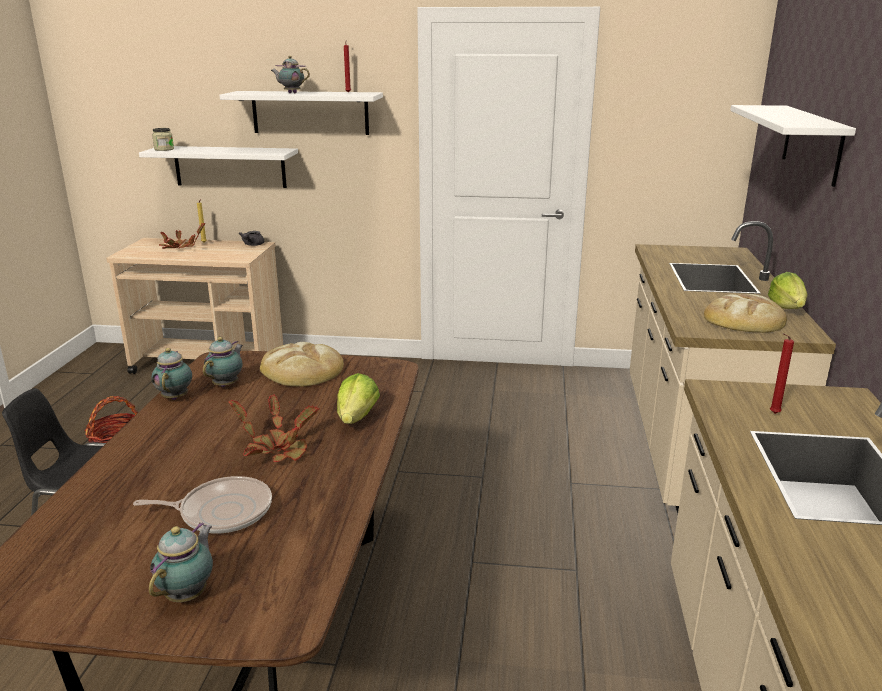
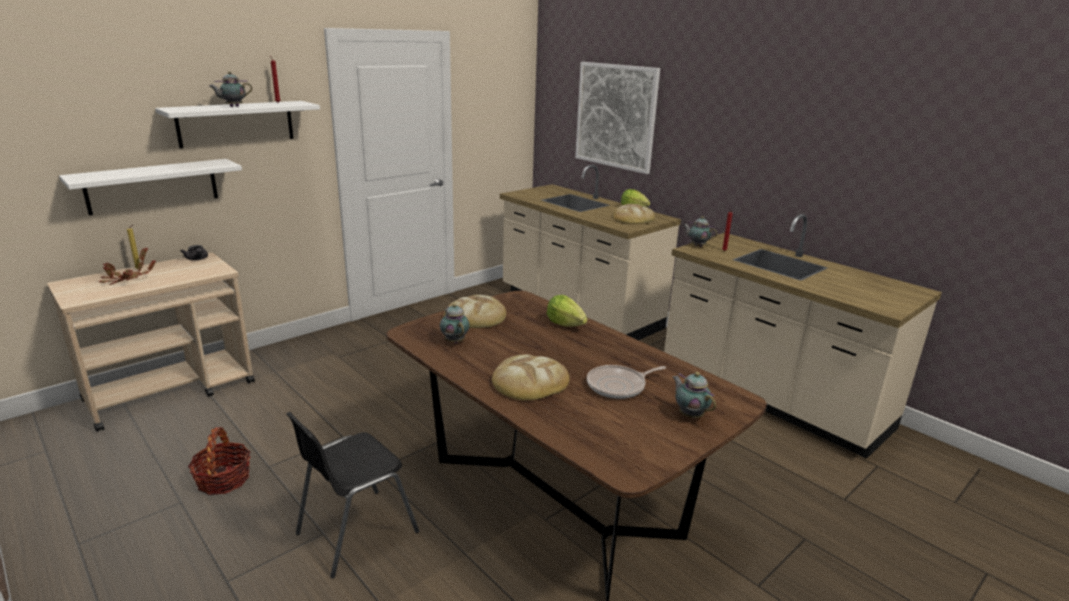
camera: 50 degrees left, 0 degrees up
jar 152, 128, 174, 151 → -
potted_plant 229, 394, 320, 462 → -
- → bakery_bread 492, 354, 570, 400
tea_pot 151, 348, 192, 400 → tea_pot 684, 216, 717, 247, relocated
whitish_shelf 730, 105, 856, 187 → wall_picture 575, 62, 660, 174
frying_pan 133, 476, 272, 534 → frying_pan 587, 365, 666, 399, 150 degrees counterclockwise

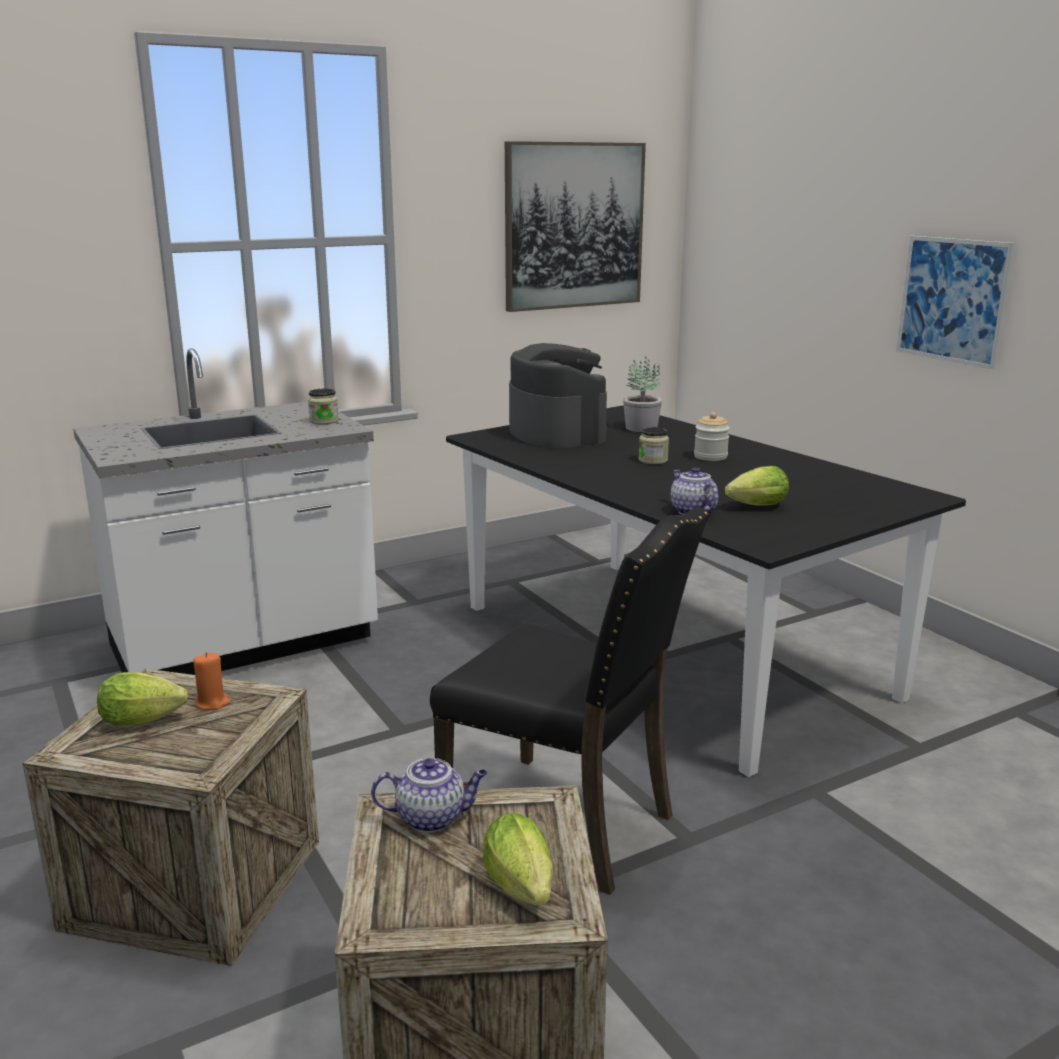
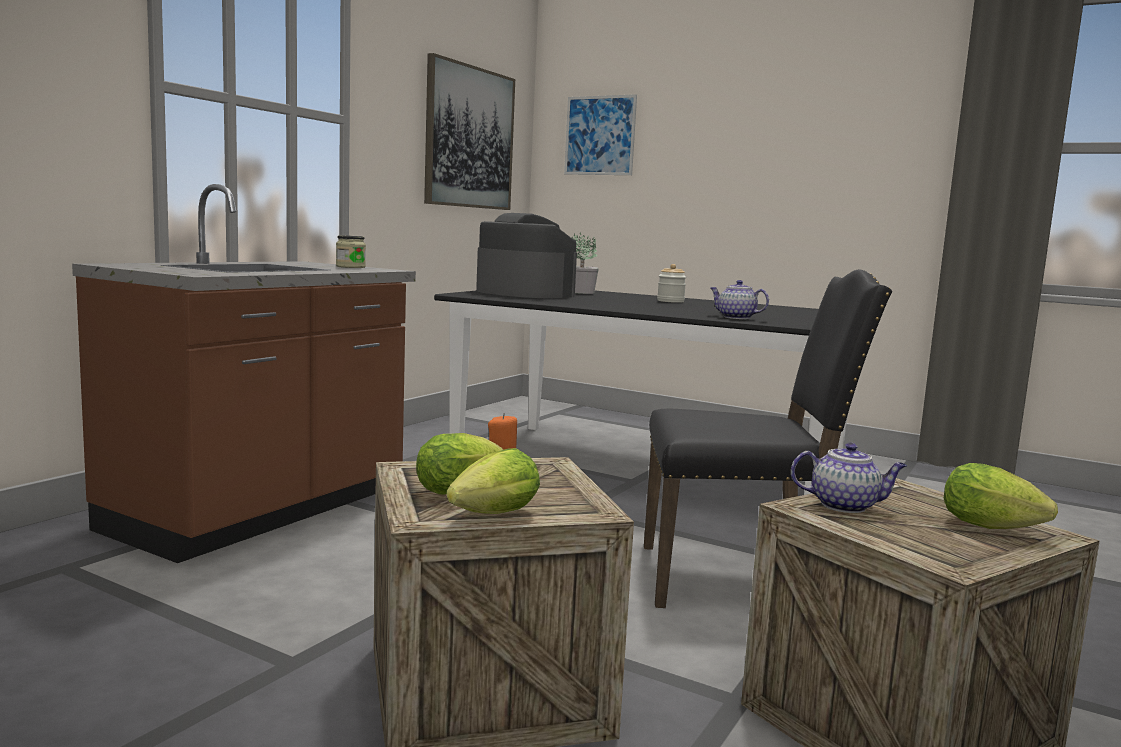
camera: 30 degrees left, 10 degrees down
jar 639, 427, 669, 464 → -
head_of_lettuce 725, 466, 789, 506 → head_of_lettuce 447, 448, 540, 514, relocated
wall_picture 896, 236, 1015, 369 → wall_picture 564, 94, 637, 175, relocated
whitish_counter 73, 348, 378, 675 → brown_counter 72, 184, 416, 563
tea_pot 371, 758, 487, 832 → tea_pot 791, 443, 907, 513, 45 degrees clockwise

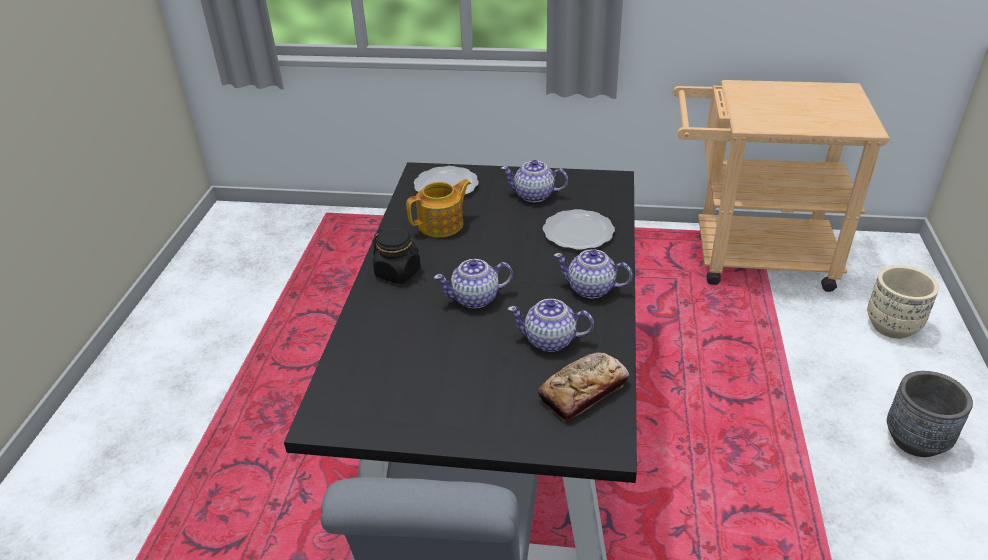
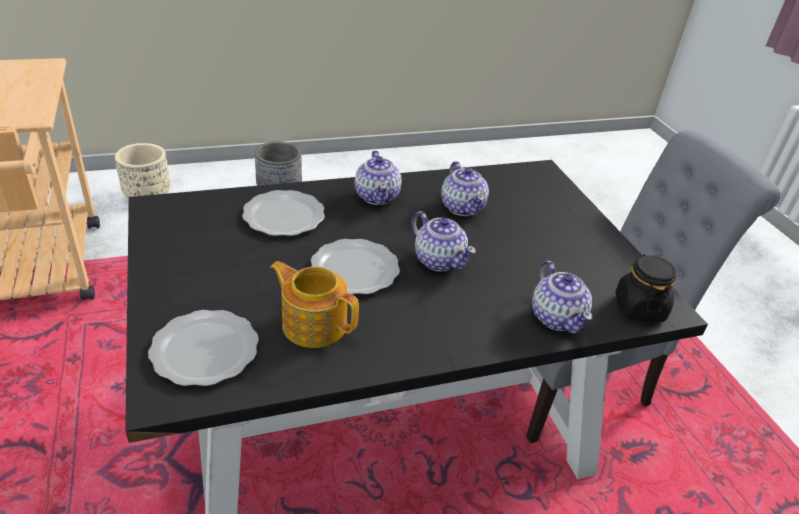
camera: 120 degrees left, 0 degrees up
bakery_bread 538, 352, 629, 422 → -
- → plate 311, 239, 400, 295
black-coloured_jar 373, 227, 421, 284 → black-coloured_jar 615, 254, 676, 322, relocated
tea_pot 501, 160, 568, 202 → tea_pot 532, 261, 592, 334, relocated

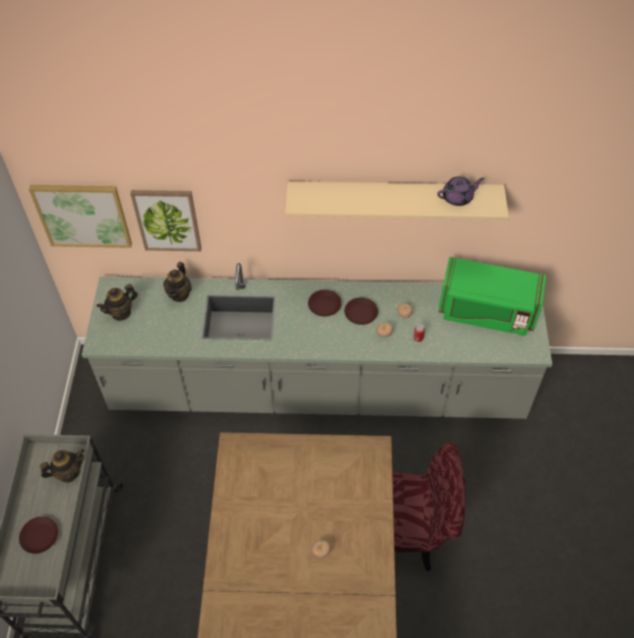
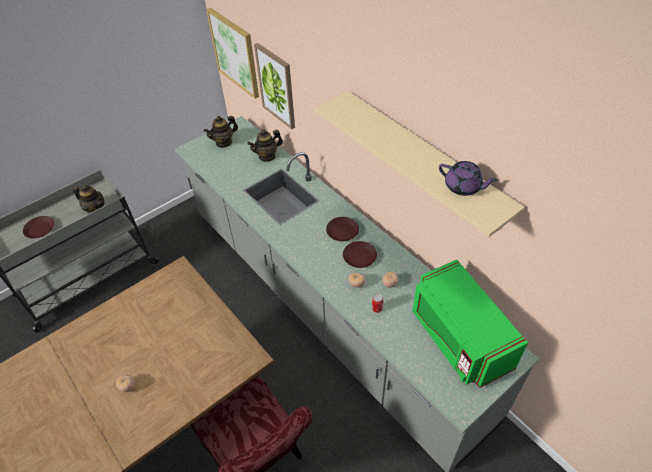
camera: 50 degrees right, 5 degrees down
tea_pot 97, 284, 138, 321 → tea_pot 204, 116, 238, 148, 45 degrees counterclockwise

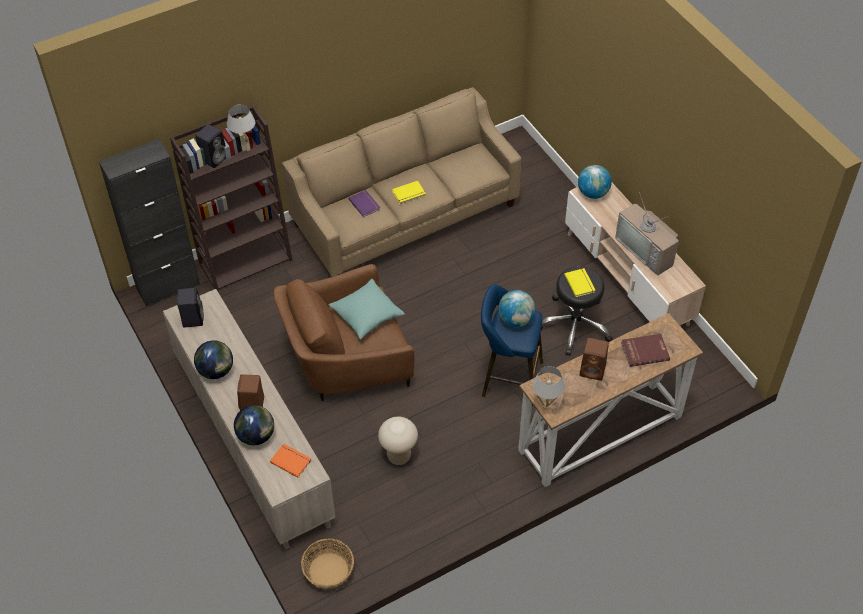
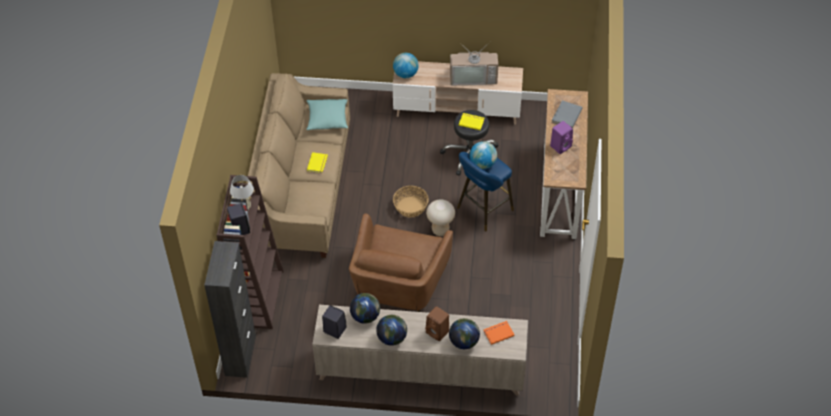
camera: 55 degrees left, 0 degrees up
purple-coloured_volume 349, 190, 380, 217 → -
whitish_lamp_for_a_table 532, 366, 565, 409 → -
- → desk_globe 350, 293, 380, 324
basket 301, 539, 354, 589 → basket 393, 186, 429, 218, relocated
blue-green_cushion 329, 279, 405, 339 → blue-green_cushion 306, 99, 348, 130, relocated
beige_sitting_stool 378, 417, 418, 465 → beige_sitting_stool 426, 199, 455, 236, relocated
brown_loudspeaker 579, 338, 609, 381 → purple-coloured_loudspeaker 550, 121, 573, 154
red-coloured_volume 621, 334, 670, 367 → grey_volume 552, 100, 583, 128

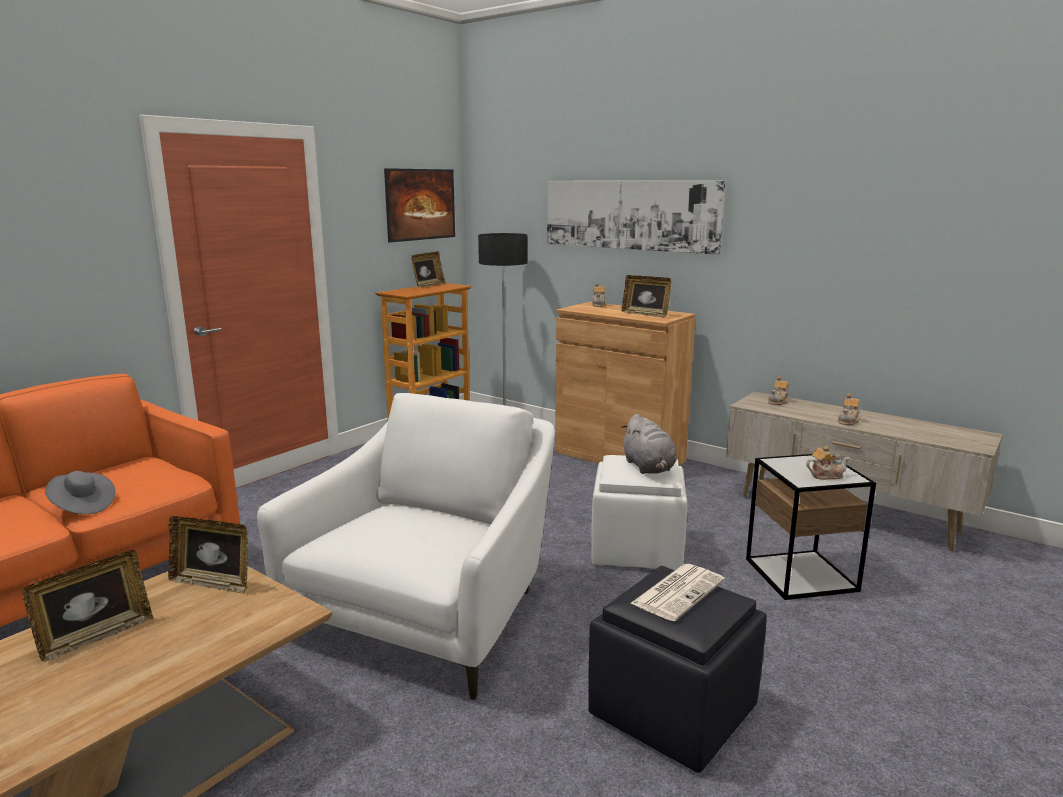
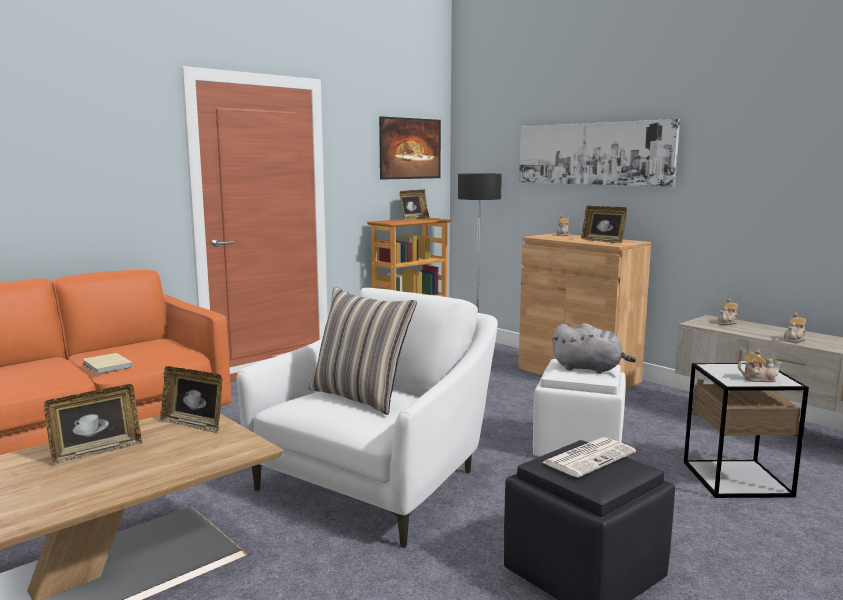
camera: 10 degrees right, 5 degrees down
- → cushion 308, 287, 417, 415
grey_clothing_hat 45, 471, 115, 514 → beige_volume 82, 353, 133, 374
grey_plush_toy 621, 414, 677, 474 → grey_plush_toy 552, 323, 636, 374, 60 degrees counterclockwise

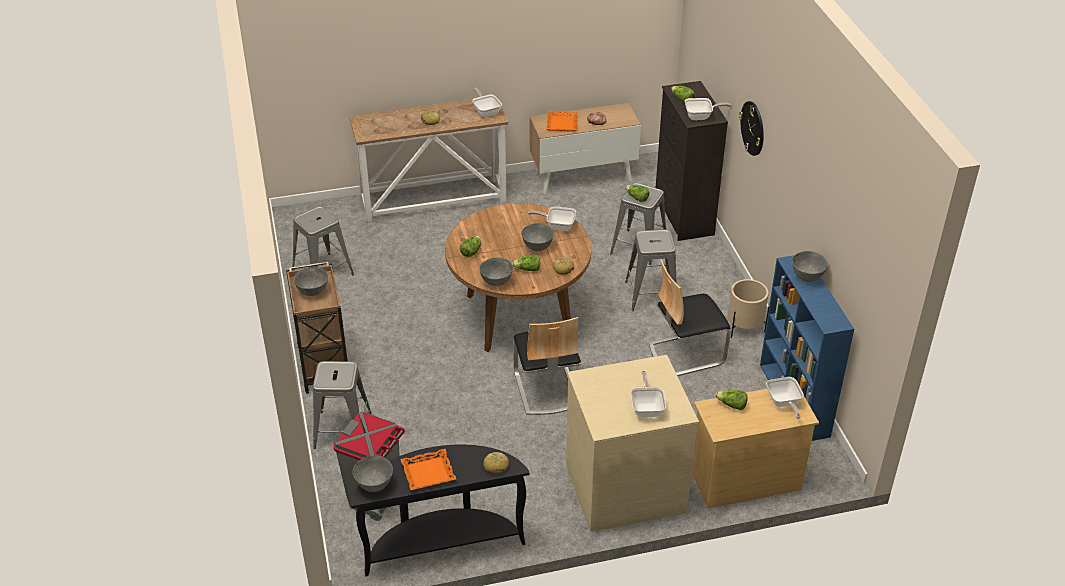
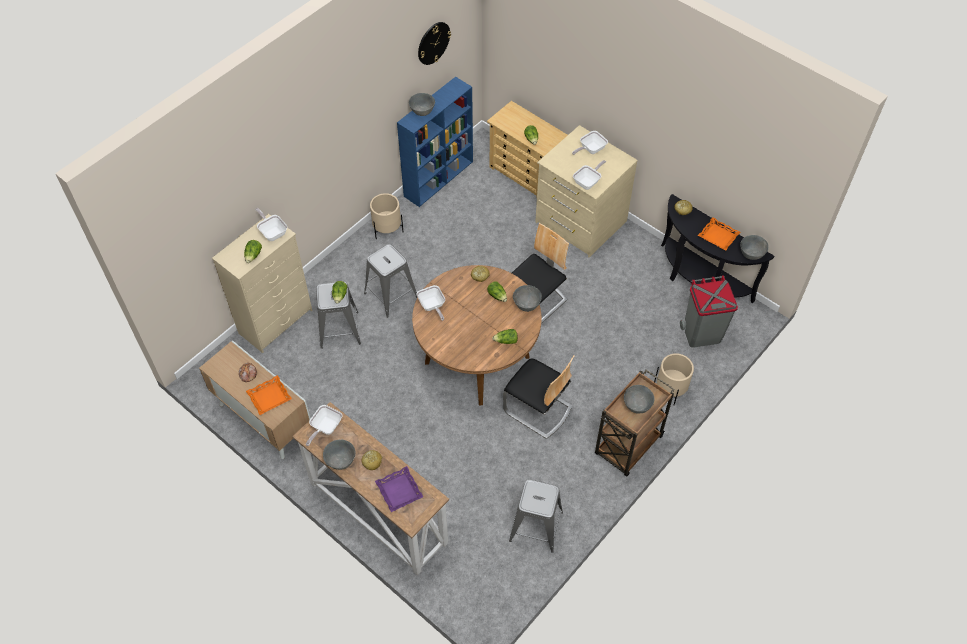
camera: 125 degrees left, 15 degrees up
- → purple-coloured_serving_tray 375, 466, 423, 512
grey_serving_bowl 521, 223, 554, 251 → grey_serving_bowl 323, 440, 356, 470, relocated
upright_chair 649, 259, 731, 376 → upright_chair 503, 355, 575, 439, relocated
hanging_clock 739, 101, 764, 156 → hanging_clock 418, 22, 451, 65, relocated
frying_pan 766, 377, 804, 419 → frying_pan 573, 160, 606, 190, relocated
grey_sitting_stool 313, 361, 372, 449 → beige_flower_pot 654, 353, 694, 405
black-coloured_chest_of_drawers 656, 81, 728, 241 → beige_chest_of_drawers 212, 214, 313, 353

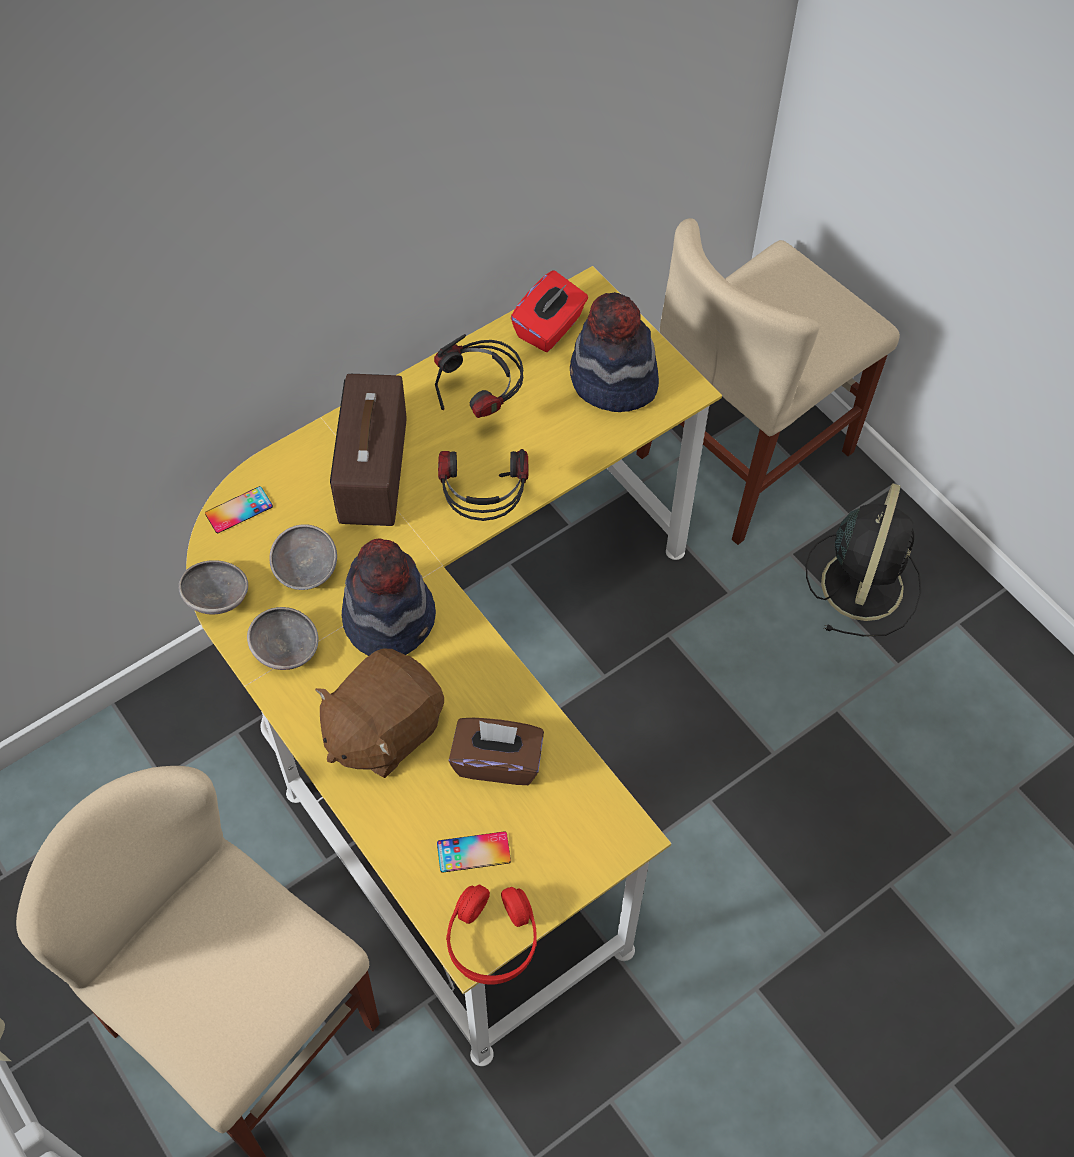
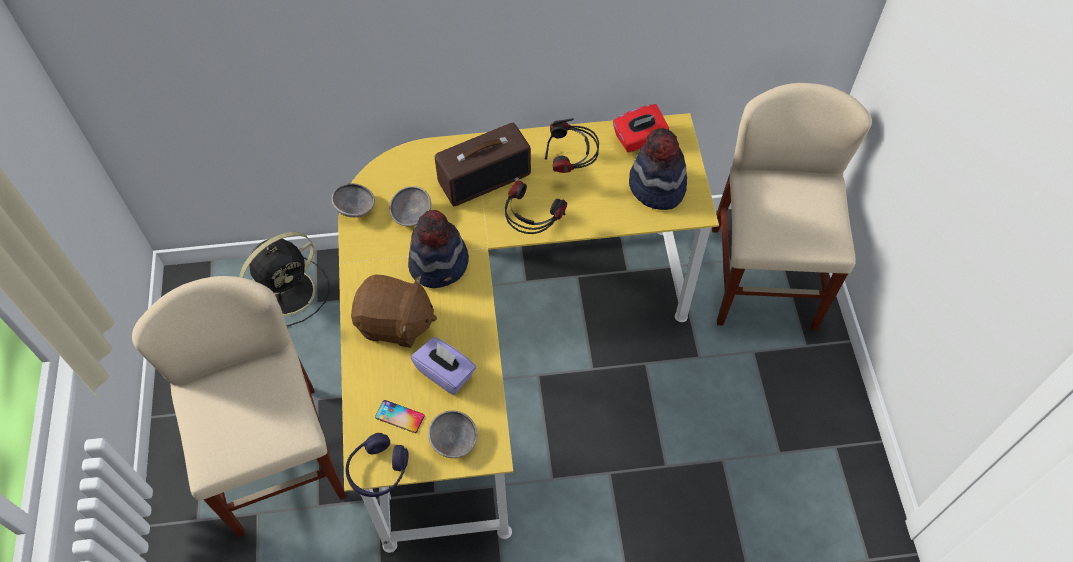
camera: 30 degrees right, 0 degrees up
handset 205, 486, 273, 533 → -
grey_serving_bowl 247, 607, 318, 670 → grey_serving_bowl 428, 411, 477, 458, relocated
black-coloured_fan 806, 483, 921, 637 → black-coloured_fan 239, 232, 330, 326, relocated
red-coloured_headset 446, 885, 537, 985 → purple-coloured_headset 346, 433, 408, 497
brown_box_of_tissues 449, 718, 544, 785 → purple-coloured_box_of_tissues 411, 337, 476, 395
brown_plush_toy 315, 648, 444, 778 → brown_plush_toy 351, 274, 437, 348, 150 degrees counterclockwise
radio_receiver 330, 374, 406, 526 → radio_receiver 435, 123, 531, 206, 150 degrees counterclockwise
beige_upright_chair 636, 218, 900, 545 → beige_upright_chair 712, 83, 872, 330, 105 degrees clockwise

